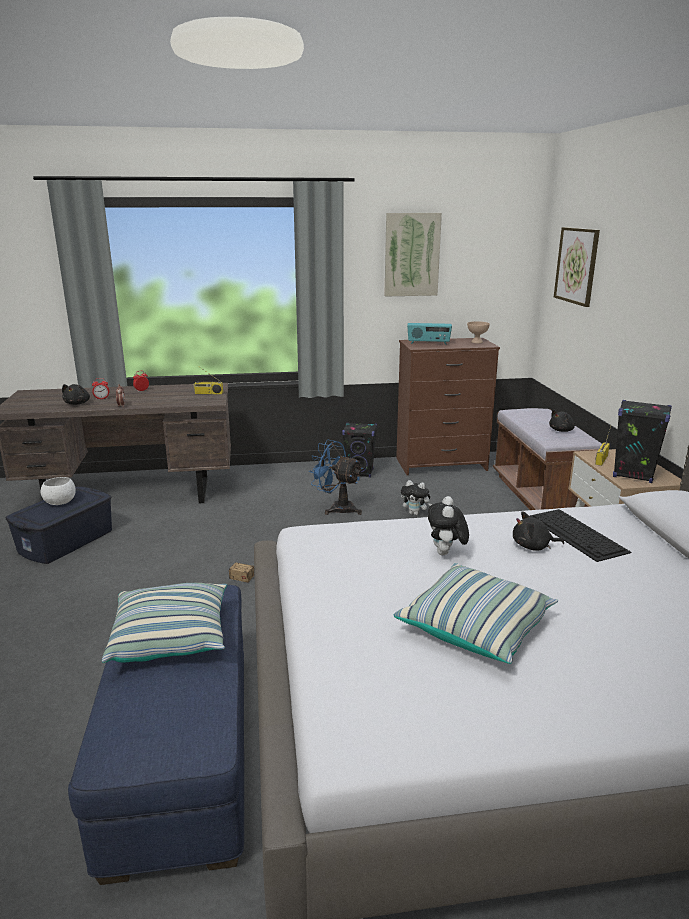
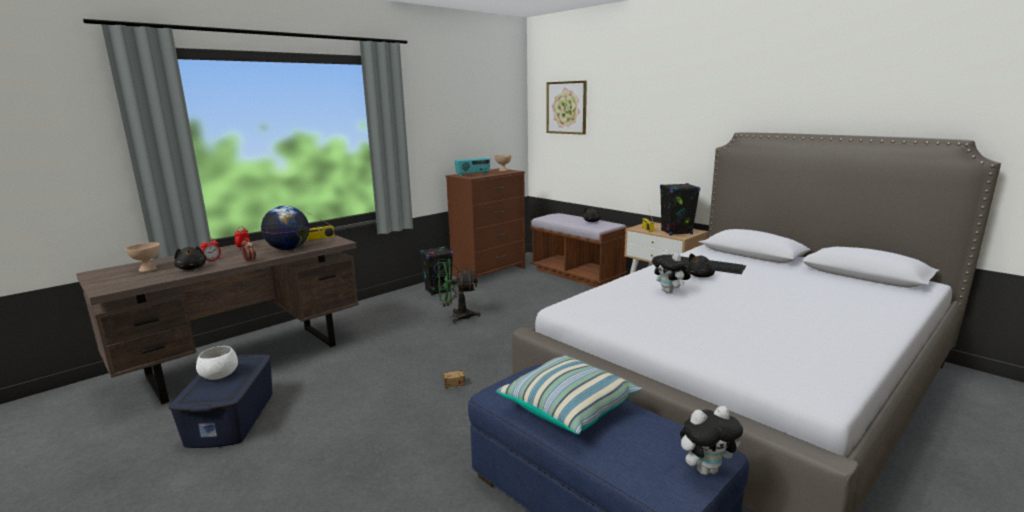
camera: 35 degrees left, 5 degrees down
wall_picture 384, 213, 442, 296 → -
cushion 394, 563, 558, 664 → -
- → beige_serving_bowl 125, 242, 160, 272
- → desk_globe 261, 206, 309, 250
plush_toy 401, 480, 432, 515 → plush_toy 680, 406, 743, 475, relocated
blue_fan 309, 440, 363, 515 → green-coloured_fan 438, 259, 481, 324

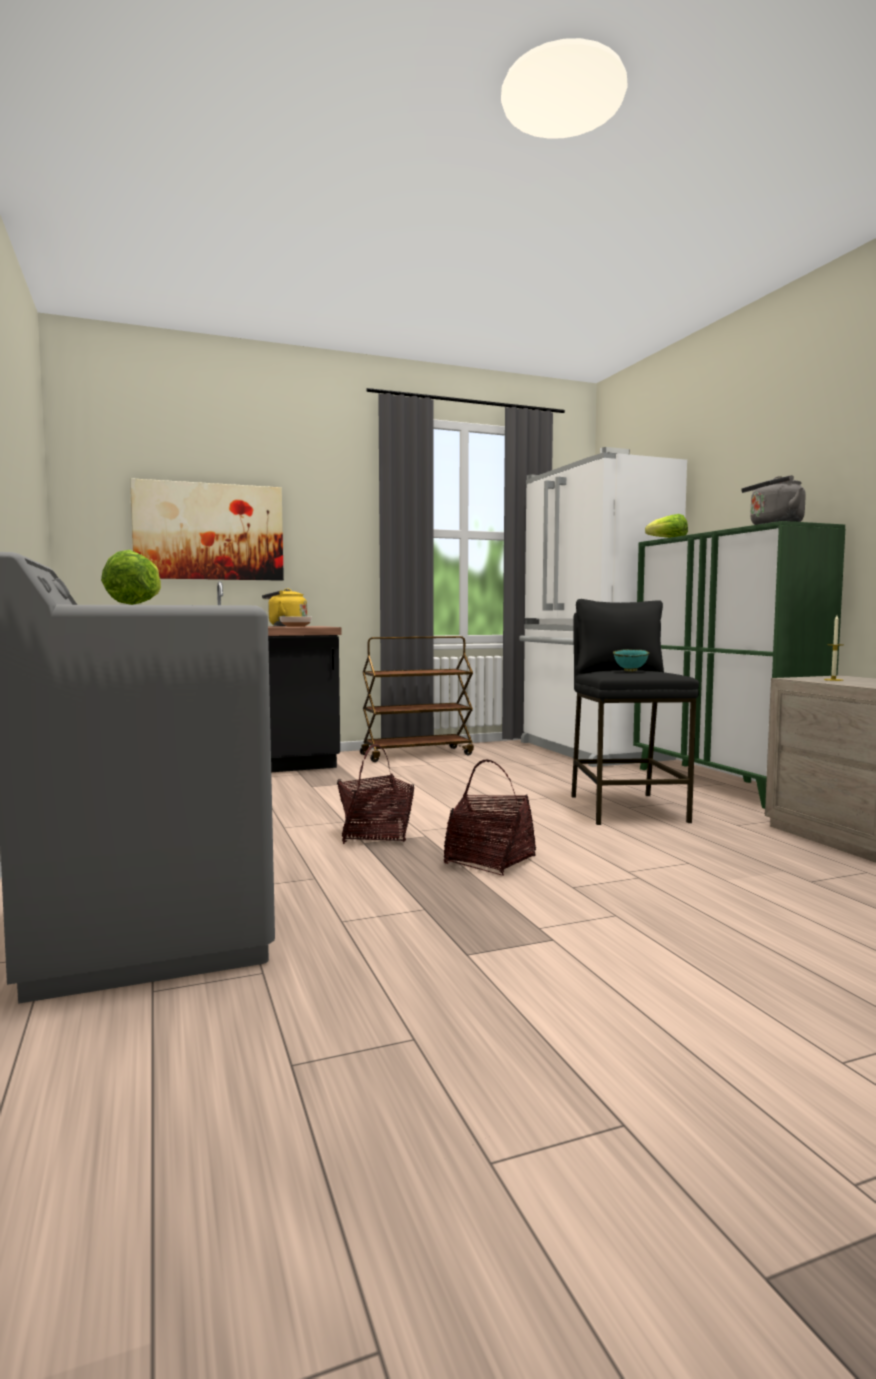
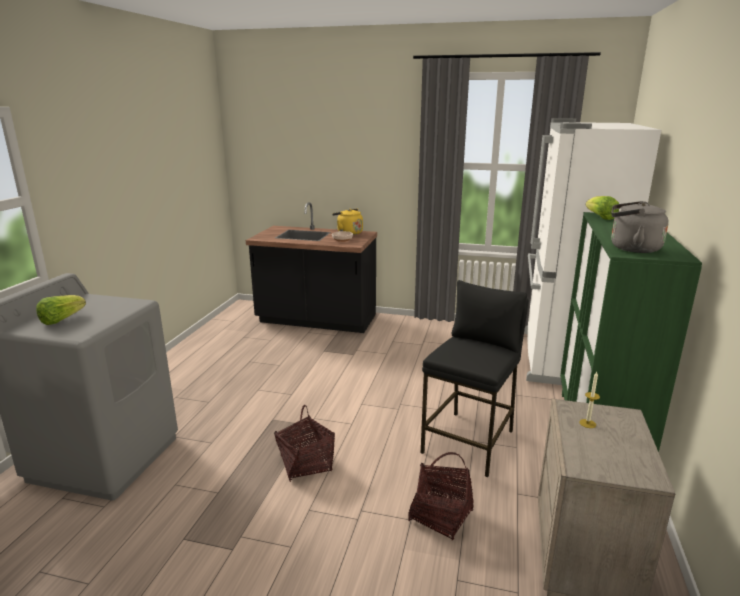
camera: 35 degrees right, 15 degrees up
wall_picture 130, 478, 284, 581 → -
brown_trolley 360, 636, 474, 762 → -
blue-green_serving_bowl 613, 649, 650, 671 → -
basket 337, 744, 414, 844 → basket 408, 452, 474, 540, relocated

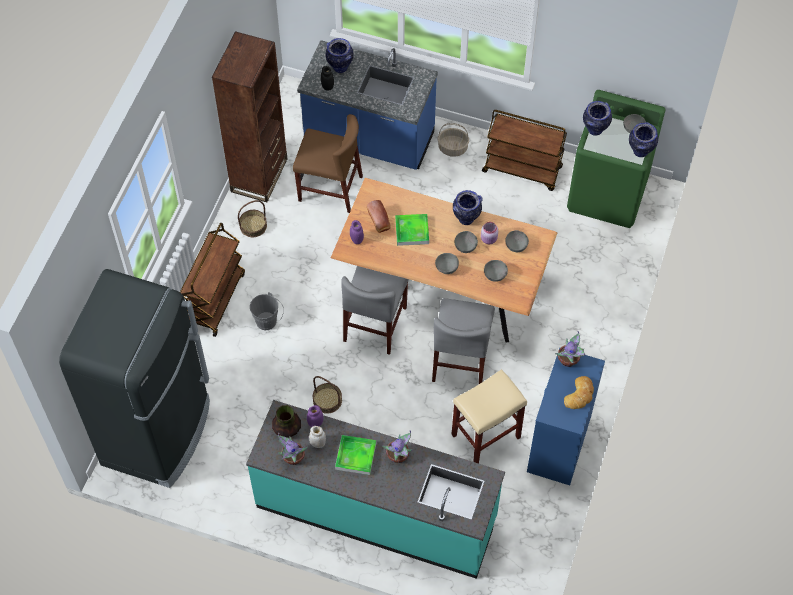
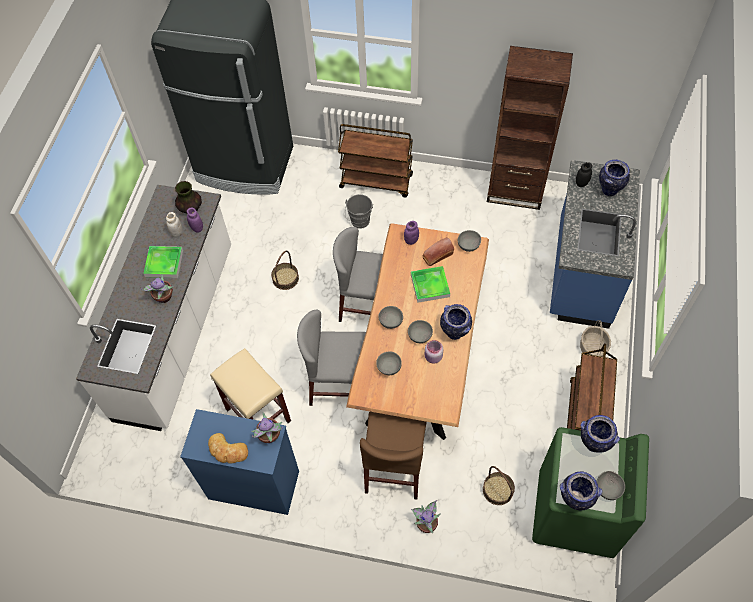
camera: 85 degrees right, 0 degrees up
basket 238, 200, 267, 237 → basket 483, 466, 515, 505, relocated
potted_plant 278, 433, 308, 465 → potted_plant 411, 500, 441, 533, relocated
brown_upright_chair 293, 114, 363, 213 → brown_upright_chair 360, 411, 427, 500, relocated
grey_serving_bowl 505, 230, 529, 252 → grey_serving_bowl 458, 230, 481, 252, relocated
blue-green_counter 246, 400, 505, 579 → whitish_counter 76, 185, 231, 431

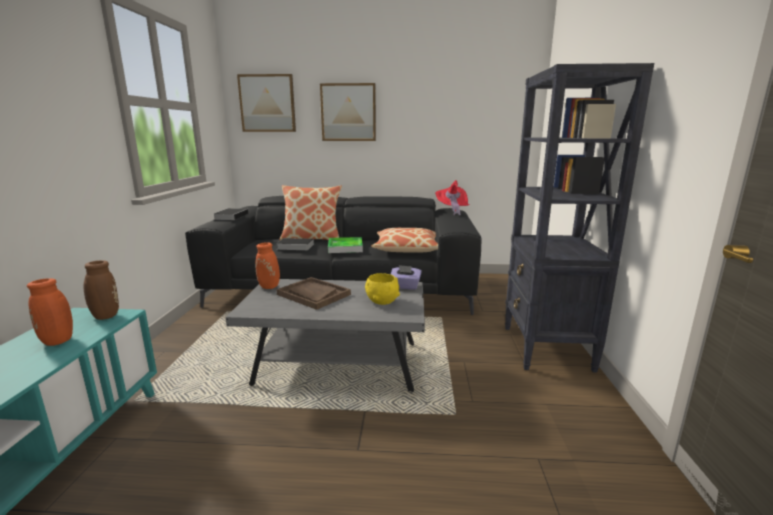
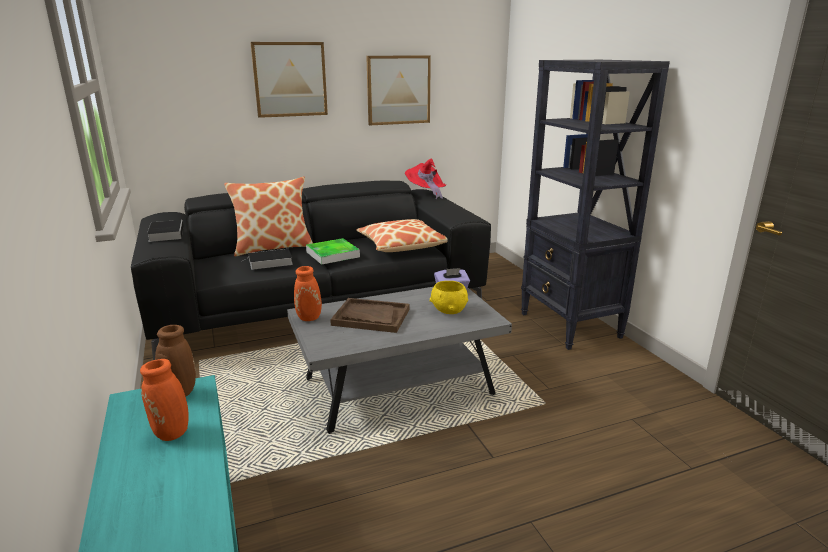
camera: 25 degrees left, 5 degrees up
wall_picture 237, 74, 296, 132 → wall_picture 366, 55, 431, 125, relocated

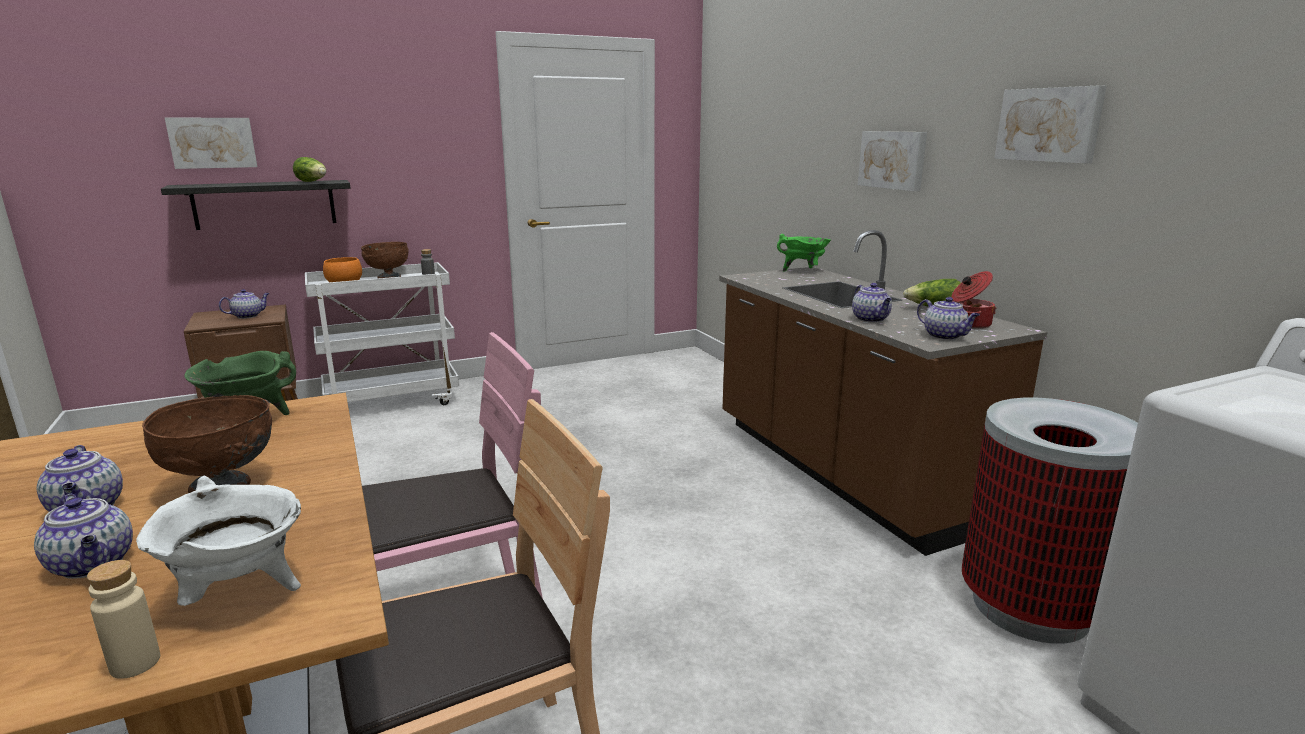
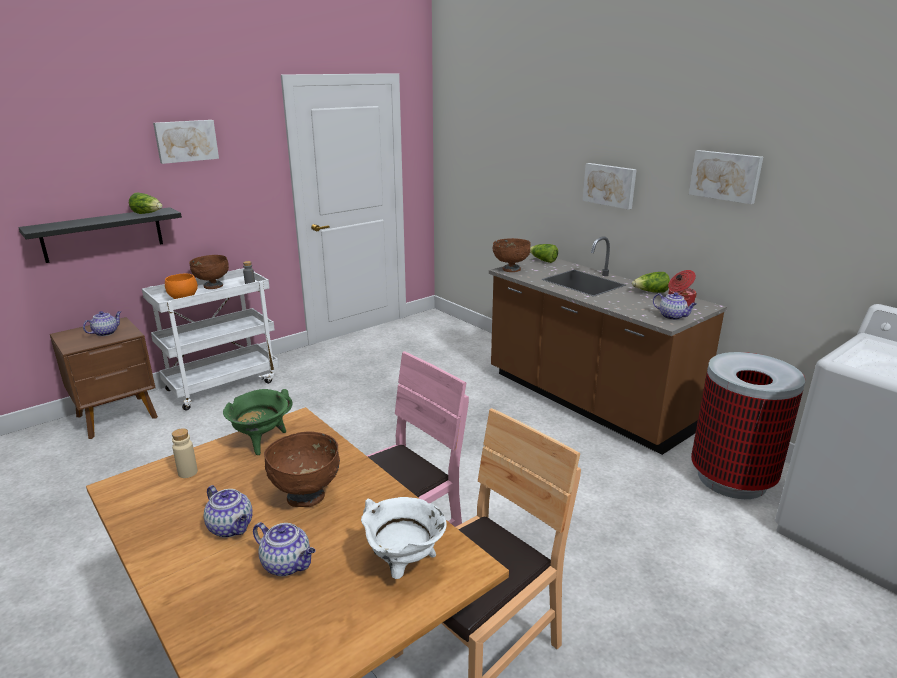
camera: 15 degrees left, 5 degrees up
tea_pot 852, 283, 892, 323 → -
- → brown_serving_bowl 493, 238, 531, 272
beige_beverage_bottle 87, 560, 160, 679 → beige_beverage_bottle 172, 428, 198, 478, relocated
wall_picture 165, 118, 257, 169 → wall_picture 153, 120, 219, 164, relocated
green-coloured_cooking_pot 777, 234, 831, 272 → head_of_lettuce 530, 244, 558, 263

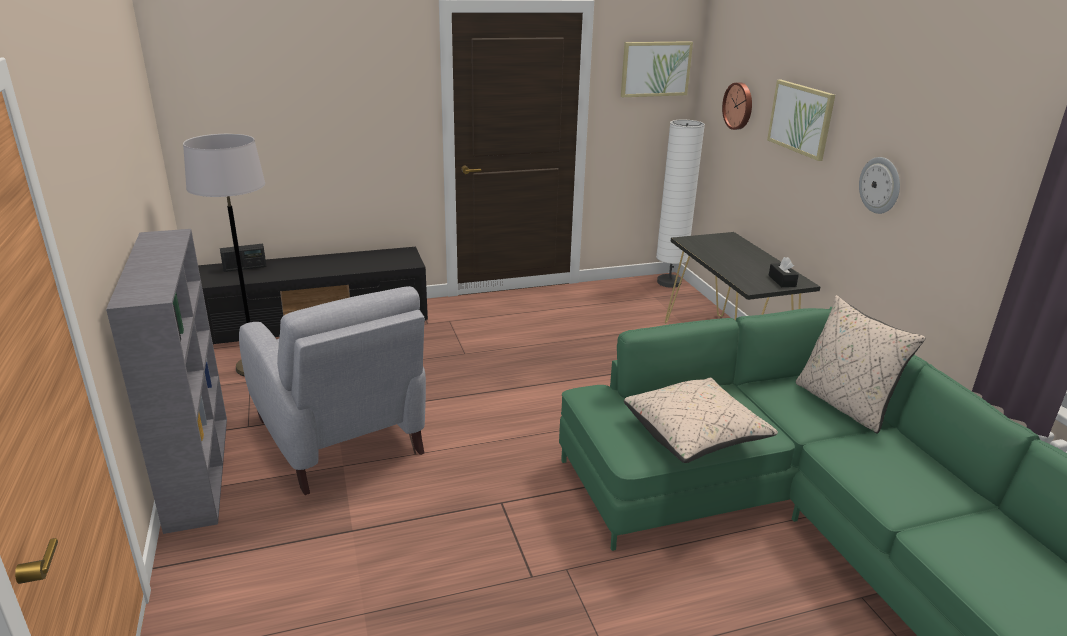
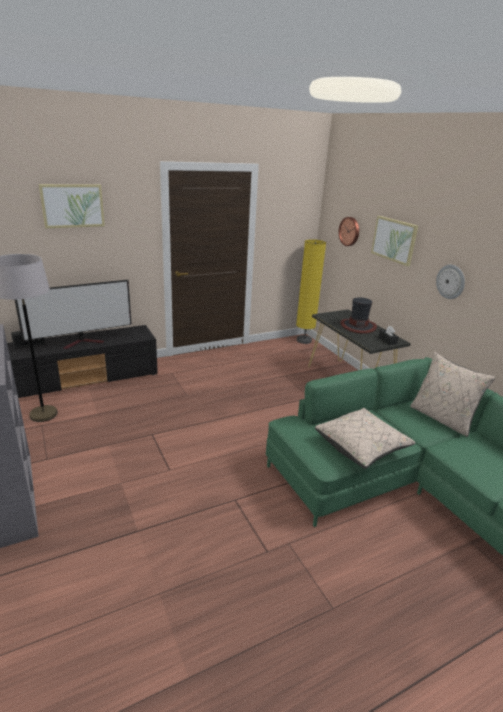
camera: 10 degrees left, 0 degrees up
grey_easy_chair 239, 286, 426, 495 → -
- → TV 15, 280, 132, 349
- → clothing_hat 340, 297, 377, 334
wall_picture 621, 41, 693, 97 → wall_picture 39, 184, 105, 228, relocated
whitish_standard_lamp 656, 120, 705, 288 → yellowish_standard_lamp 296, 239, 326, 344

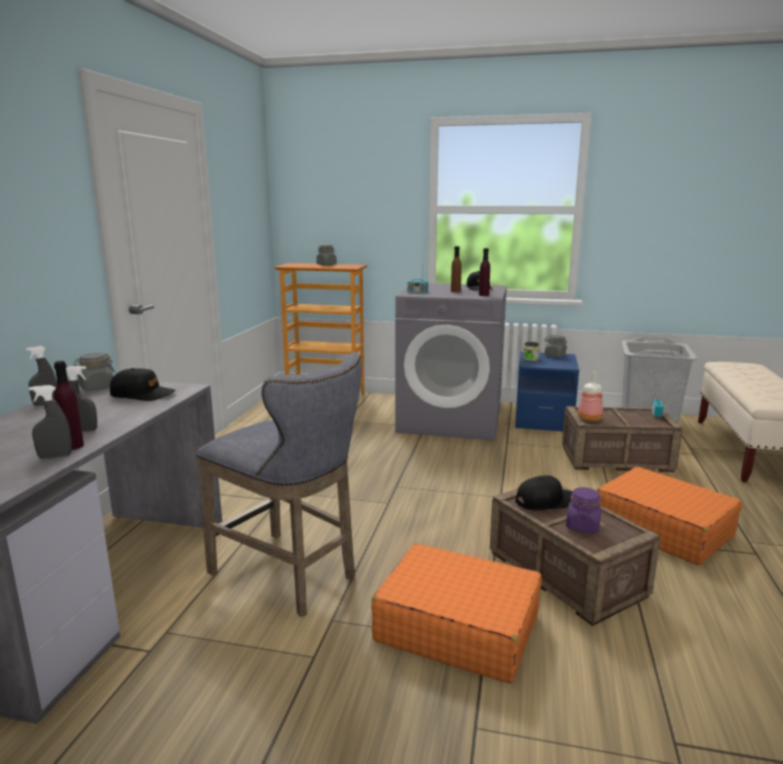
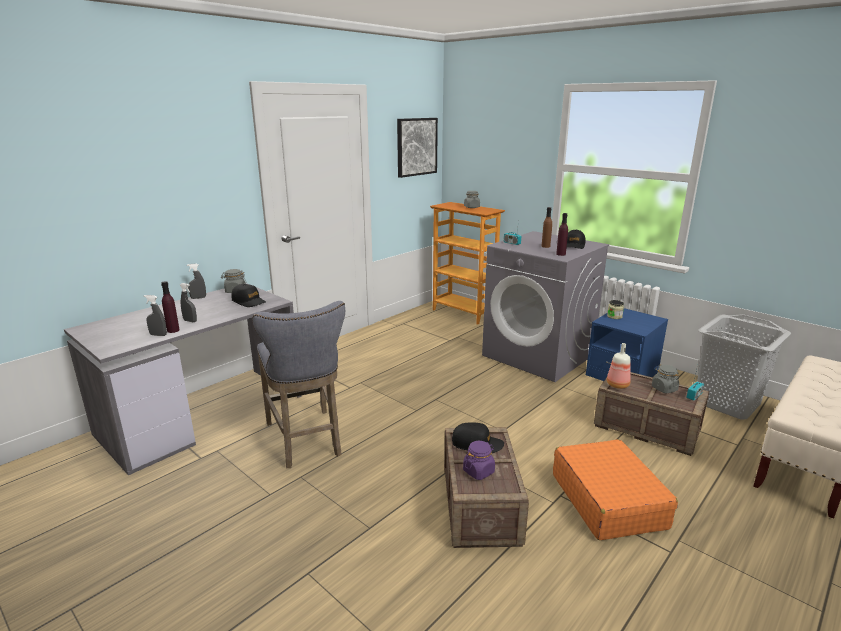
camera: 30 degrees right, 5 degrees up
orange-coloured_suitcase 371, 544, 542, 684 → -
- → wall_picture 397, 118, 438, 178
grey_jar 544, 335, 567, 357 → grey_jar 652, 365, 679, 393, relocated

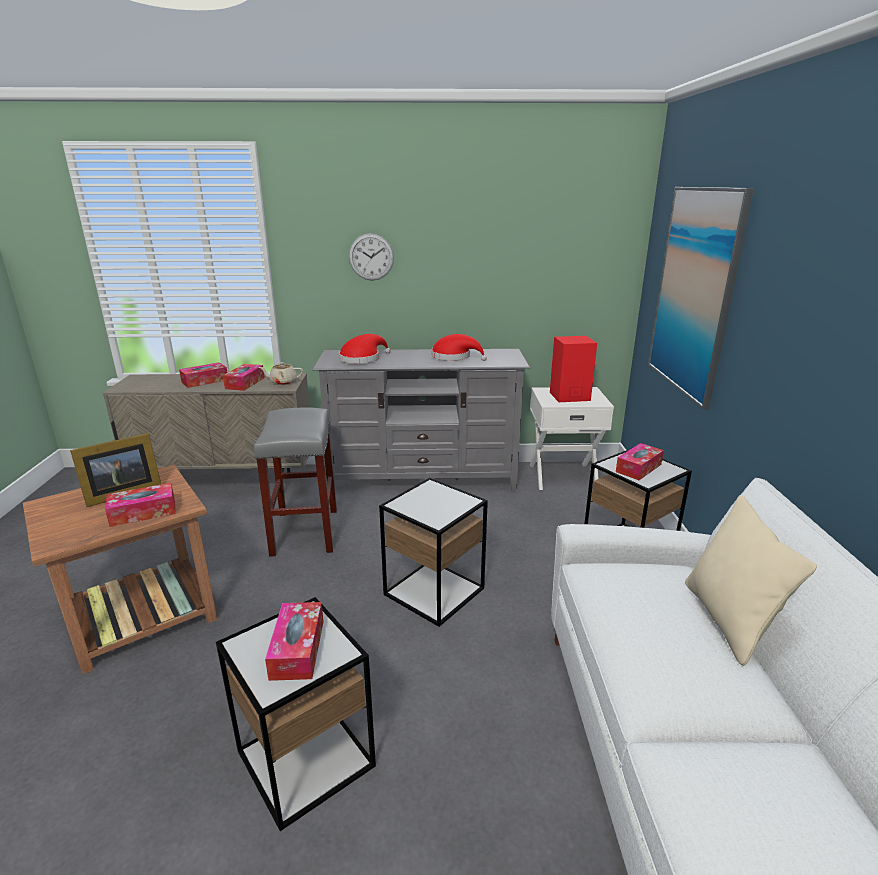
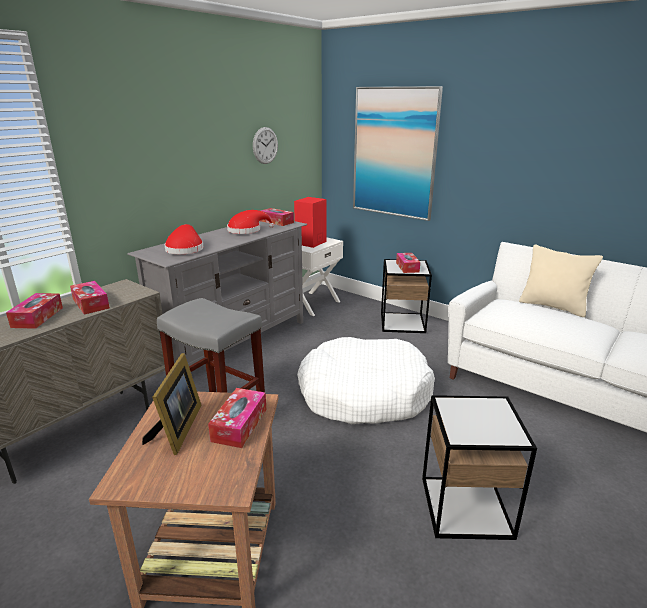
camera: 50 degrees left, 0 degrees up
beige_tea_pot 259, 362, 303, 385 → -
box_of_tissues 265, 602, 324, 681 → box_of_tissues 261, 208, 294, 226, relocated
hanging_clock 349, 233, 394, 281 → hanging_clock 253, 127, 278, 164, relocated
end_table 379, 478, 488, 627 → whitish_dog_cushion 297, 337, 435, 424

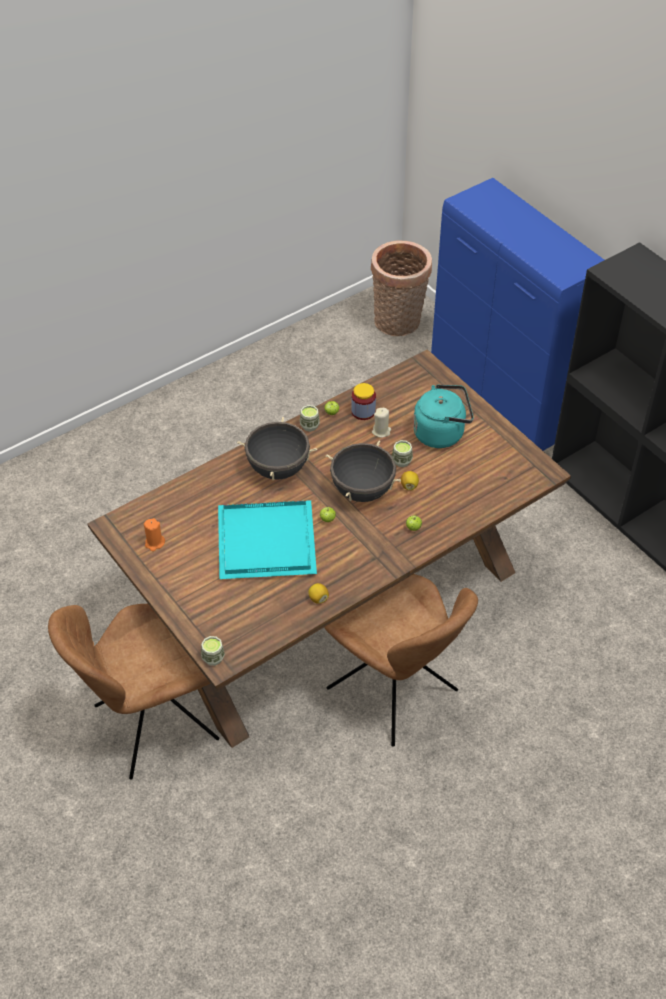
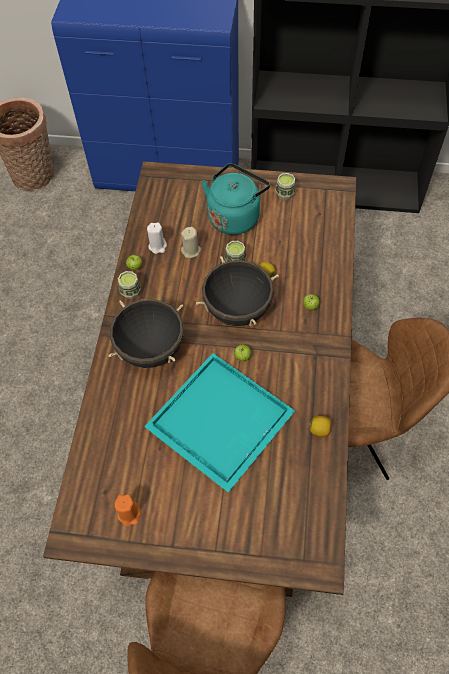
camera: 45 degrees left, 10 degrees up
small_cup 201, 636, 225, 666 → small_cup 275, 173, 296, 200, relocated
jar 351, 383, 376, 420 → whitish_wax_candle 147, 222, 167, 254

